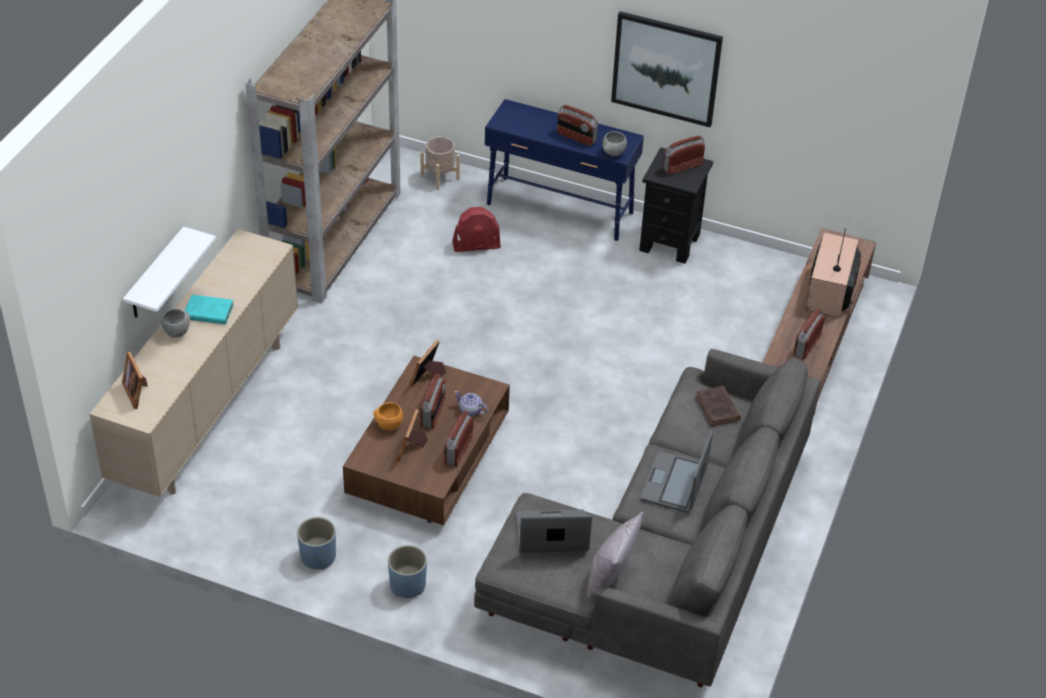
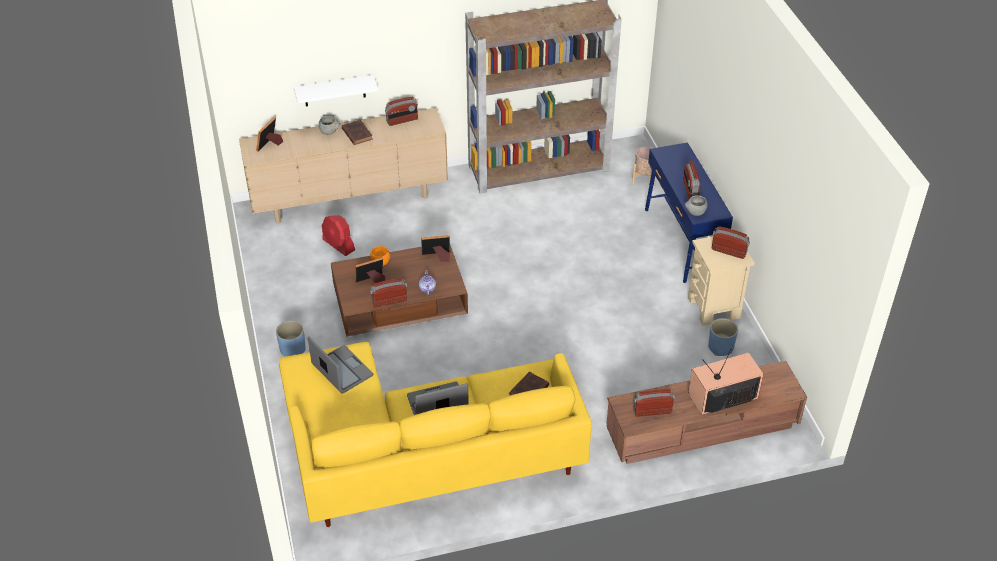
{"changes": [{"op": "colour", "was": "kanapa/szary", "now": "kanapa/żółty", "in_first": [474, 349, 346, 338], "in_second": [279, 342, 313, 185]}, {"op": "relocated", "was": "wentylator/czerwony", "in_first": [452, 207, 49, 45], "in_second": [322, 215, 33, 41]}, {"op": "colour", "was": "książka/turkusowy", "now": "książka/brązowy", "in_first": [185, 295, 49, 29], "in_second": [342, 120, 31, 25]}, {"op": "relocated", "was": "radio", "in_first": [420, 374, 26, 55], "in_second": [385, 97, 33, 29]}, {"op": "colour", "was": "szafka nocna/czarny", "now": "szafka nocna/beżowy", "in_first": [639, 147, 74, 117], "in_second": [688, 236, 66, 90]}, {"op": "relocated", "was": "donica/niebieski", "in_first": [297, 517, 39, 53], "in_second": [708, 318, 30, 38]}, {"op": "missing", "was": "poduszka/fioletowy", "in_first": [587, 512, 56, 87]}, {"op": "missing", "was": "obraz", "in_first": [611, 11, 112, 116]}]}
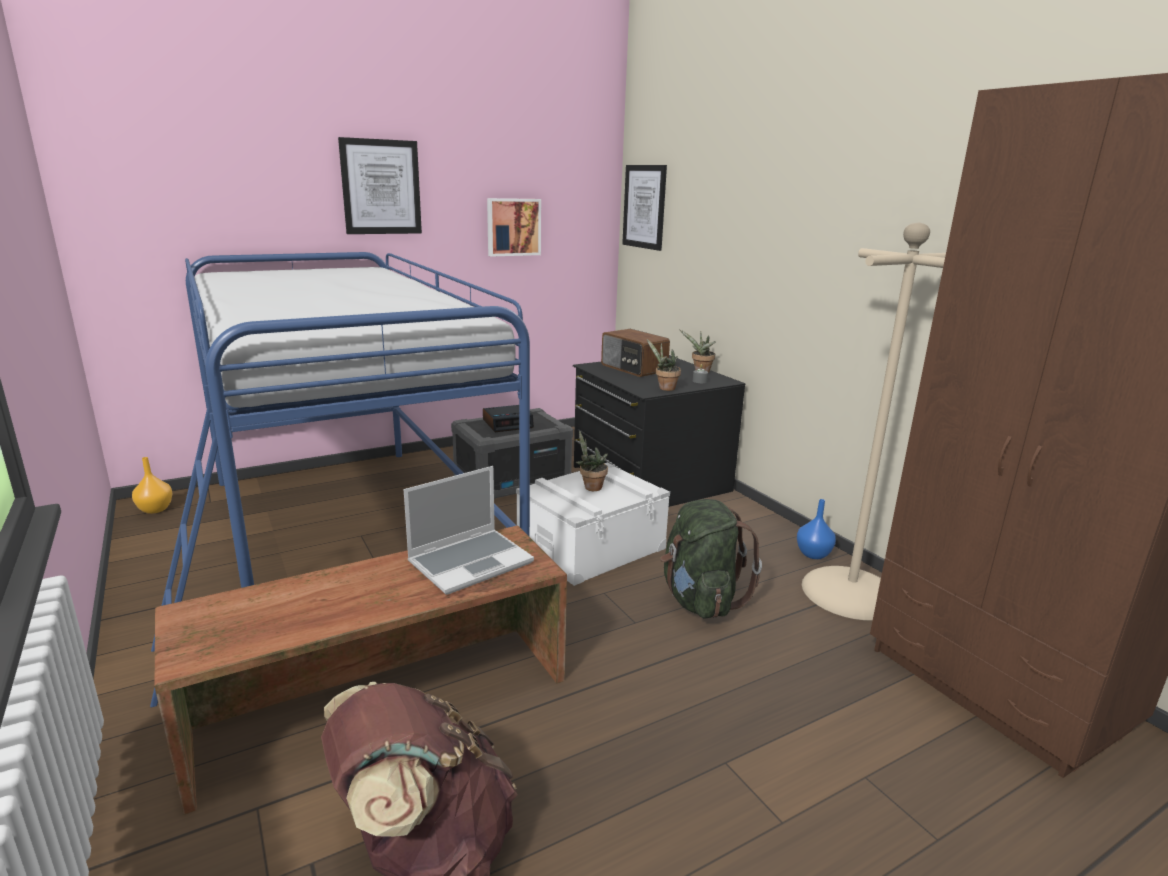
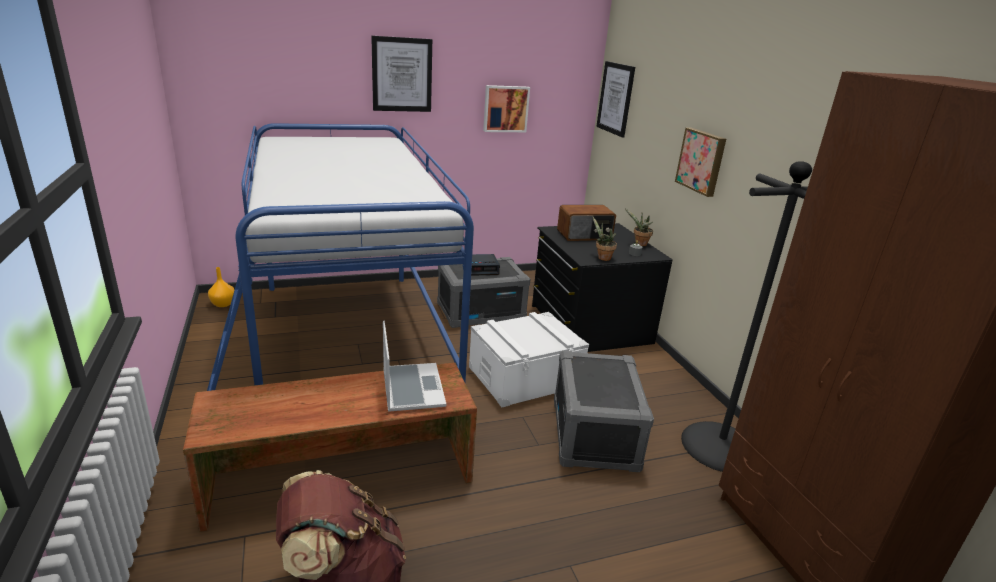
{"changes": [{"op": "spun", "was": "laptop", "in_first": [404, 466, 130, 129], "in_second": [383, 321, 63, 91], "clockwise": -75}, {"op": "exchanged", "was": "plecak/zielony", "now": "pojemnik do przechowywania/szary", "in_first": [660, 499, 102, 120], "in_second": [554, 350, 100, 122]}, {"op": "spun", "was": "radio", "in_first": [601, 329, 69, 48], "in_second": [557, 205, 59, 36], "clockwise": -75}, {"op": "appeared", "now": "obraz", "in_second": [675, 127, 51, 70]}, {"op": "colour", "was": "wieszak/beżowy", "now": "wieszak/czarny", "in_first": [802, 223, 144, 397], "in_second": [681, 161, 131, 311]}, {"op": "missing", "was": "roślina doniczkowa", "in_first": [576, 430, 32, 61]}, {"op": "missing", "was": "wazon/niebieski", "in_first": [797, 499, 39, 60]}]}
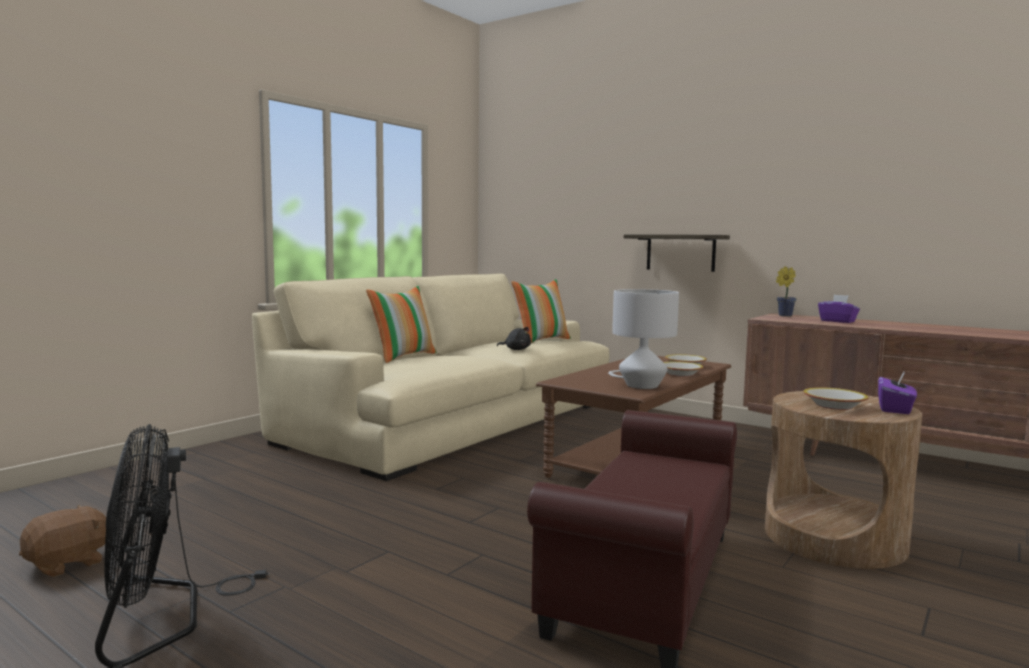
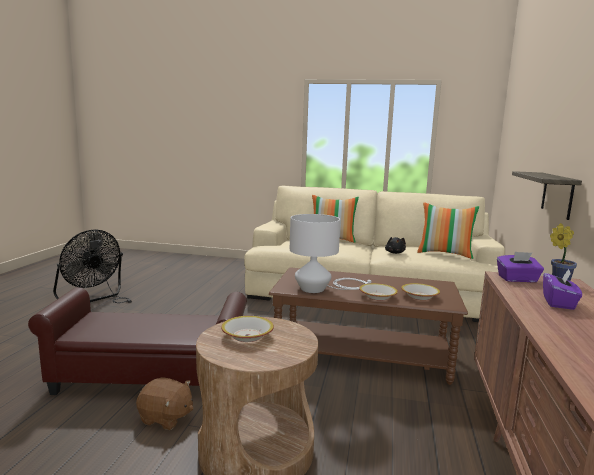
{"changes": [{"op": "relocated", "was": "pluszak/brązowy", "in_first": [19, 505, 87, 72], "in_second": [136, 377, 57, 53]}, {"op": "relocated", "was": "pudełko chusteczek/fioletowy", "in_first": [878, 370, 39, 44], "in_second": [497, 252, 47, 30]}]}
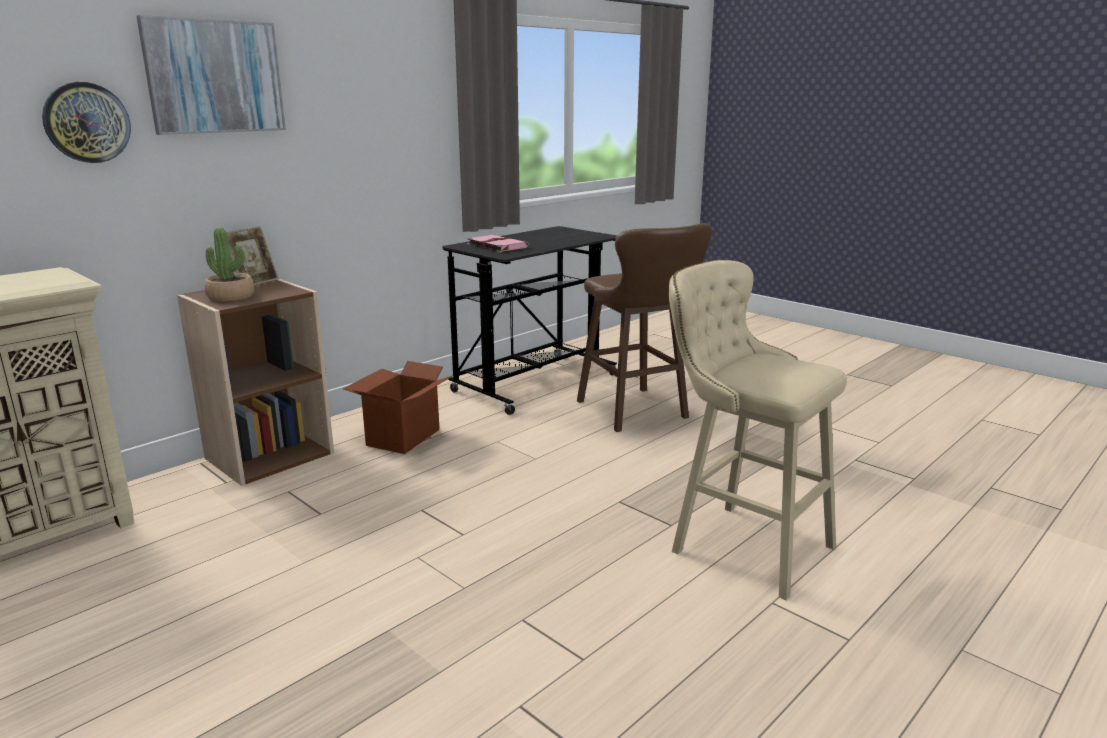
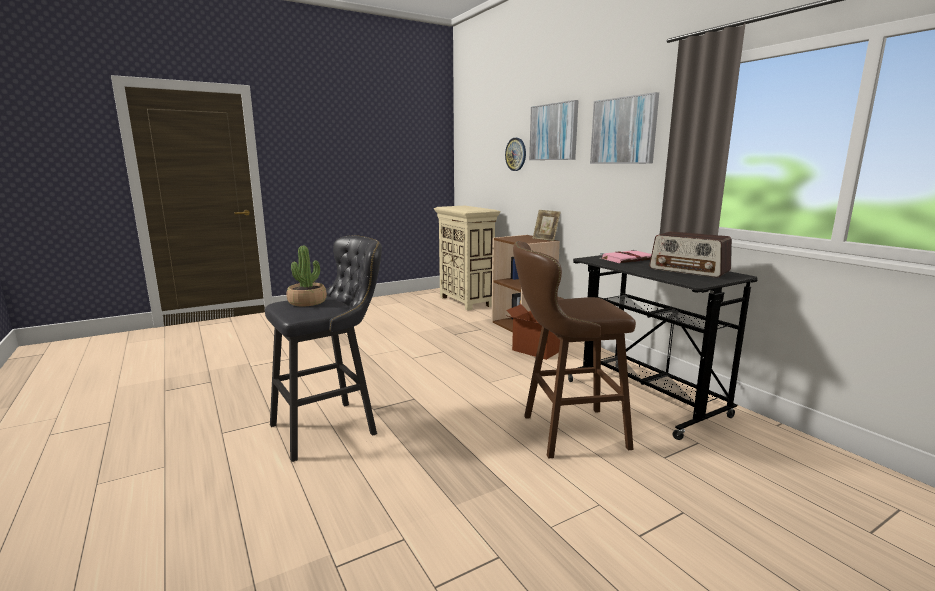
{"changes": [{"op": "colour", "was": "stołek/beżowy", "now": "stołek/czarny", "in_first": [669, 260, 178, 341], "in_second": [265, 235, 117, 227]}, {"op": "relocated", "was": "roślina doniczkowa", "in_first": [204, 228, 51, 74], "in_second": [287, 246, 40, 60]}, {"op": "appeared", "now": "obraz", "in_second": [590, 92, 69, 72]}, {"op": "appeared", "now": "radio", "in_second": [649, 231, 83, 47]}]}
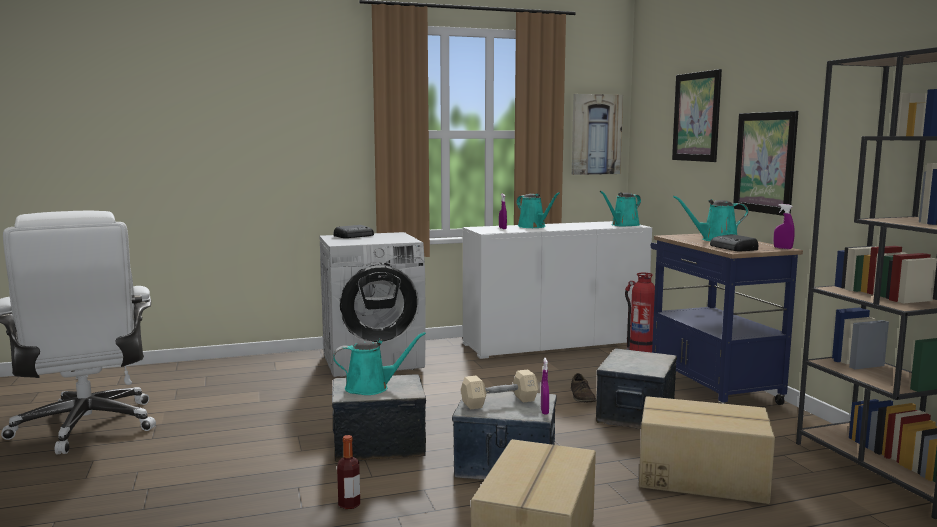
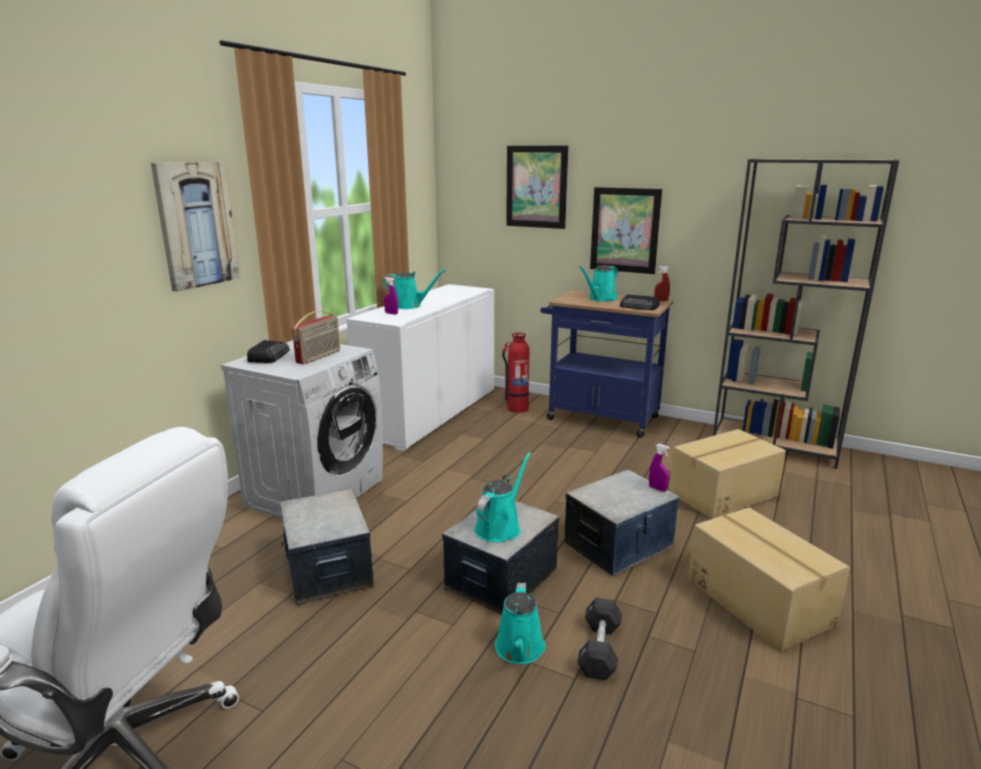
{"changes": [{"op": "relocated", "was": "obraz", "in_first": [572, 94, 51, 81], "in_second": [151, 162, 89, 130]}, {"op": "relocated", "was": "pojemnik do przechowywania", "in_first": [596, 348, 81, 81], "in_second": [280, 489, 94, 116]}, {"op": "appeared", "now": "radio", "in_second": [292, 311, 48, 53]}, {"op": "relocated", "was": "konewka/turkusowy", "in_first": [600, 191, 41, 36], "in_second": [495, 583, 51, 81]}, {"op": "exchanged", "was": "butelka", "now": "hantel/czarny", "in_first": [337, 435, 23, 74], "in_second": [577, 598, 45, 82]}, {"op": "colour", "was": "spryskiwacz/fioletowy", "now": "spryskiwacz/czerwony", "in_first": [774, 204, 21, 45], "in_second": [654, 266, 16, 35]}, {"op": "missing", "was": "hantel/beżowy", "in_first": [461, 369, 78, 41]}, {"op": "missing", "was": "but/brązowy", "in_first": [571, 373, 25, 29]}]}
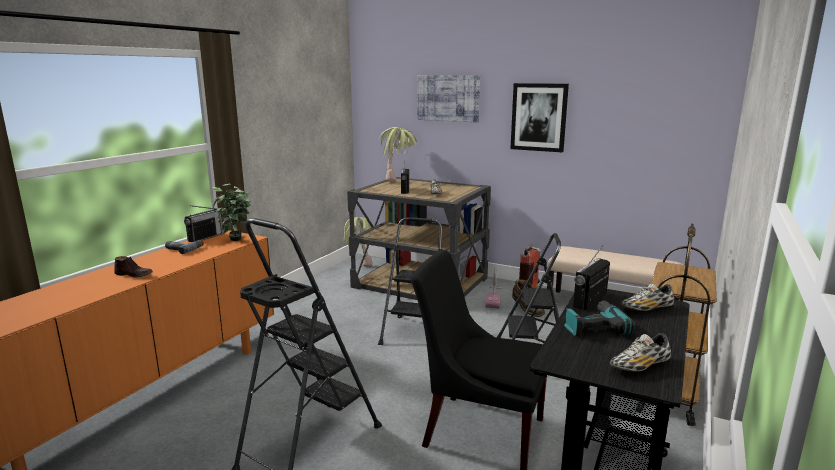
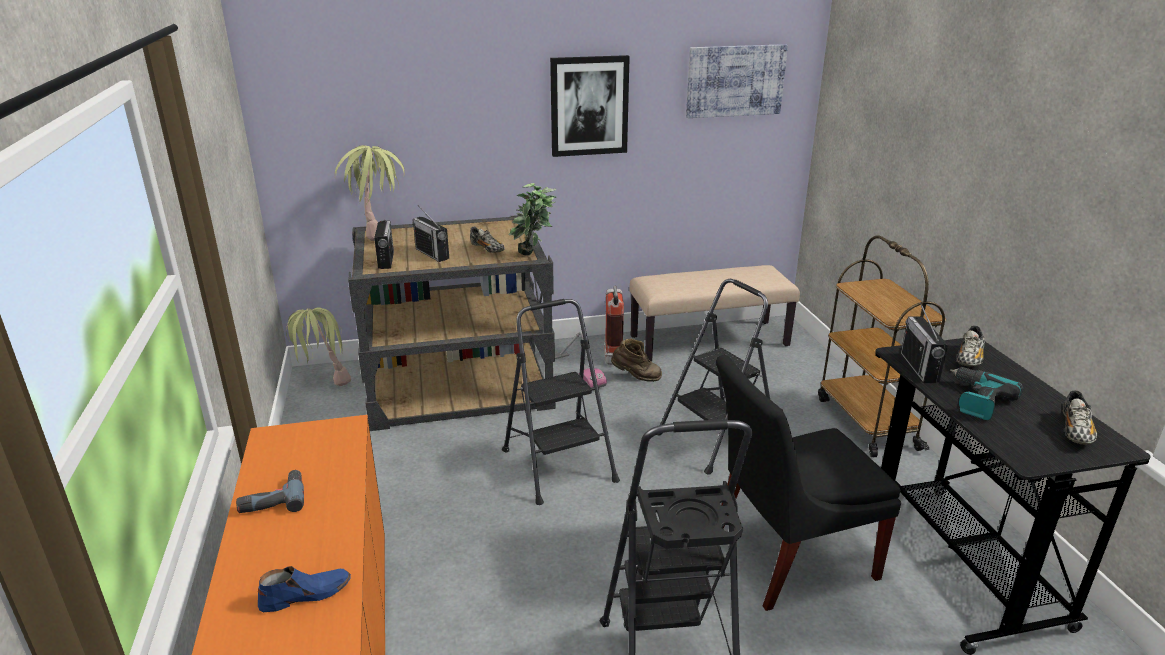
{"changes": [{"op": "colour", "was": "but/brązowy", "now": "but/niebieski", "in_first": [114, 256, 39, 22], "in_second": [258, 566, 93, 46]}, {"op": "relocated", "was": "radio", "in_first": [184, 205, 40, 37], "in_second": [374, 220, 20, 49]}, {"op": "relocated", "was": "roślina doniczkowa", "in_first": [212, 184, 39, 57], "in_second": [509, 183, 48, 73]}, {"op": "relocated", "was": "obraz", "in_first": [417, 75, 63, 47], "in_second": [686, 44, 102, 74]}]}
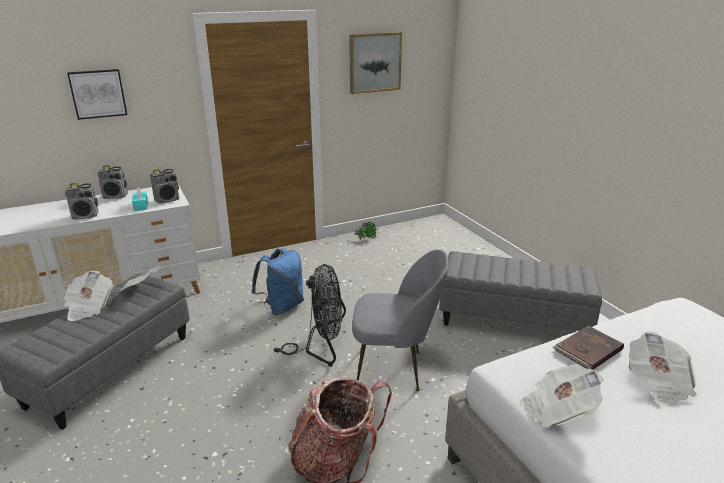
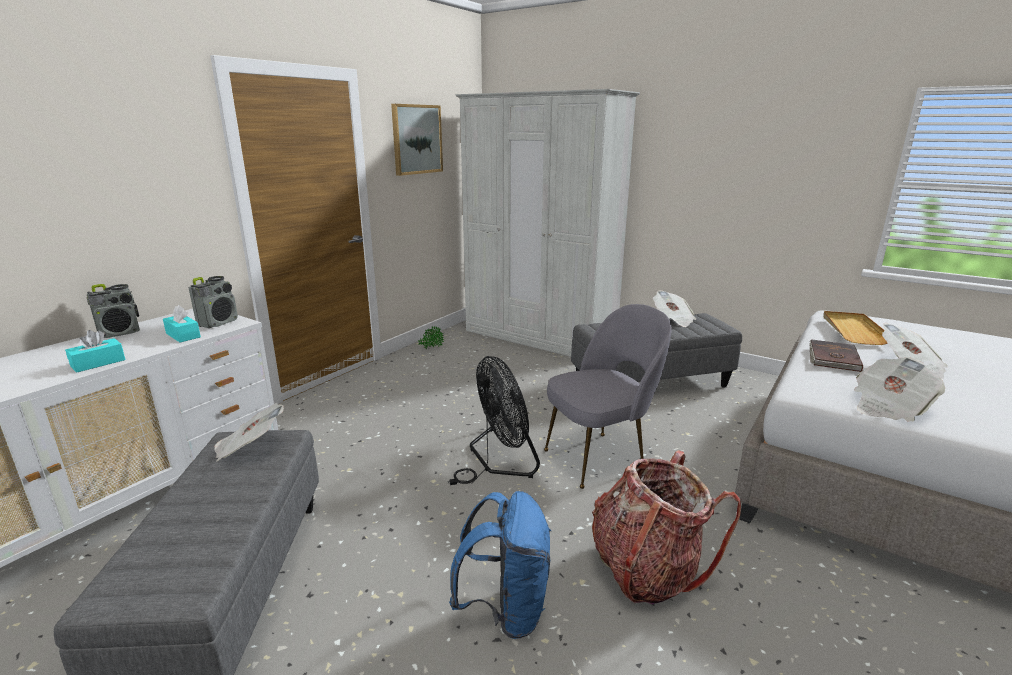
{"changes": [{"op": "exchanged", "was": "radio", "now": "pudełko chusteczek/turkusowy", "in_first": [65, 183, 34, 37], "in_second": [65, 330, 61, 43]}, {"op": "relocated", "was": "plecak/niebieski", "in_first": [251, 248, 53, 67], "in_second": [449, 491, 102, 148]}, {"op": "appeared", "now": "szafa/biały", "in_second": [455, 89, 185, 268]}, {"op": "relocated", "was": "gazeta", "in_first": [63, 271, 50, 50], "in_second": [653, 290, 43, 37]}, {"op": "appeared", "now": "taca/beżowy", "in_second": [823, 311, 65, 34]}, {"op": "missing", "was": "obraz", "in_first": [67, 69, 60, 51]}]}
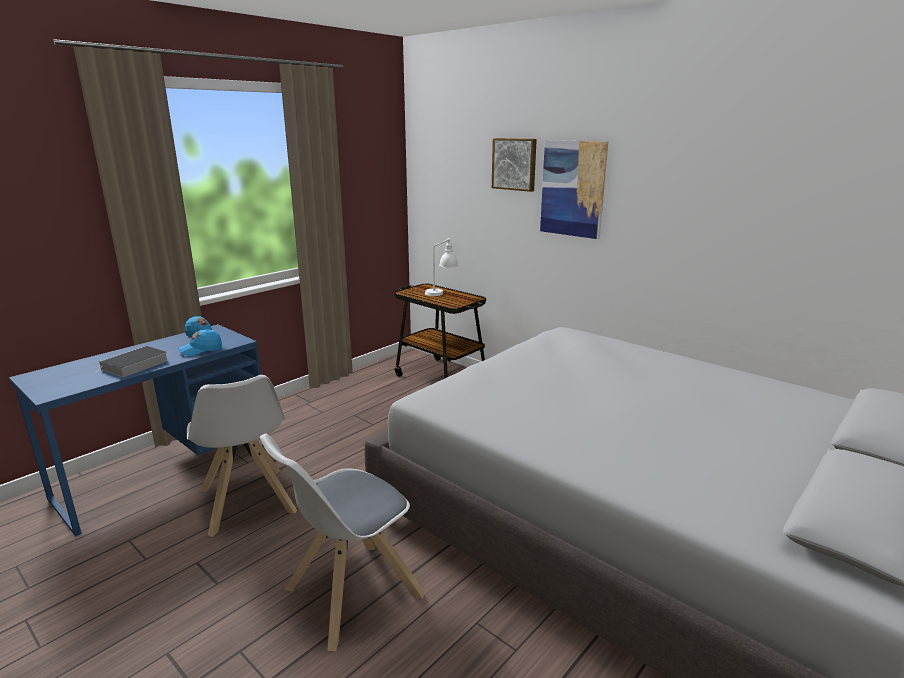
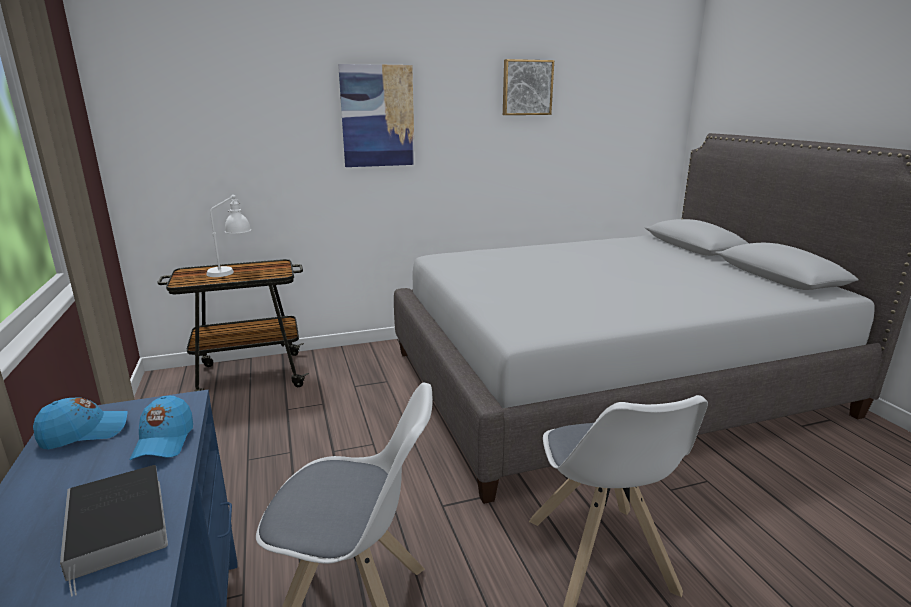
{"changes": [{"op": "relocated", "was": "obraz", "in_first": [492, 138, 45, 54], "in_second": [503, 59, 51, 56]}]}
